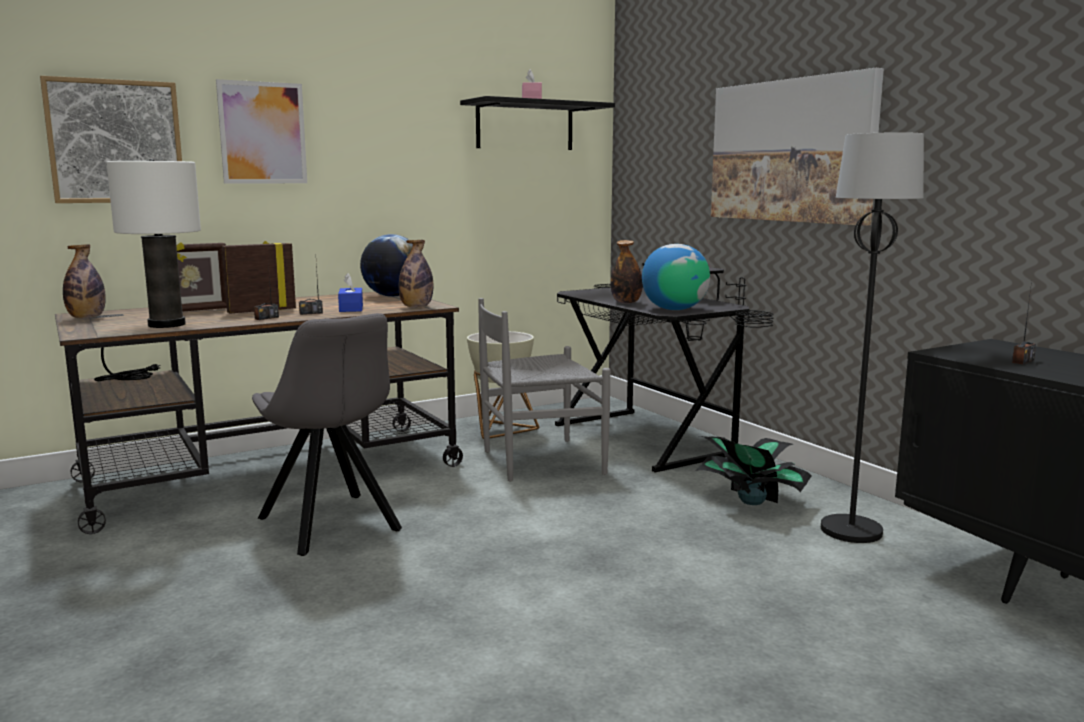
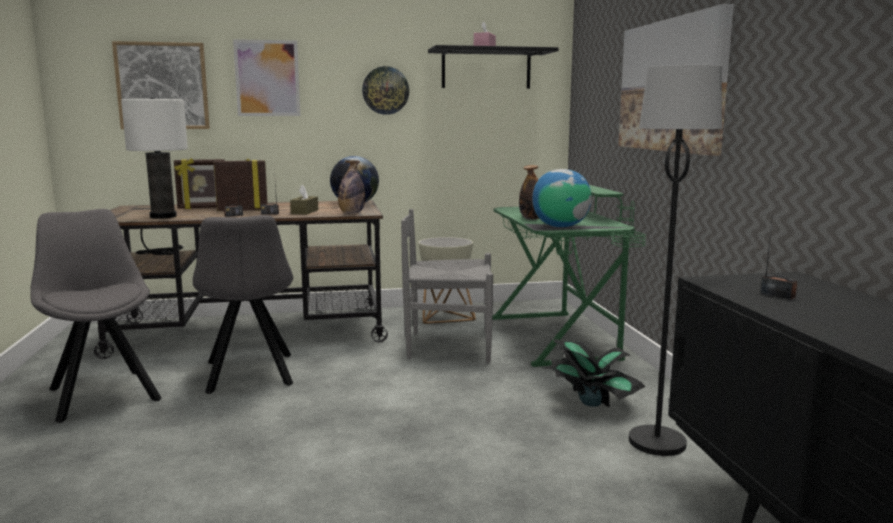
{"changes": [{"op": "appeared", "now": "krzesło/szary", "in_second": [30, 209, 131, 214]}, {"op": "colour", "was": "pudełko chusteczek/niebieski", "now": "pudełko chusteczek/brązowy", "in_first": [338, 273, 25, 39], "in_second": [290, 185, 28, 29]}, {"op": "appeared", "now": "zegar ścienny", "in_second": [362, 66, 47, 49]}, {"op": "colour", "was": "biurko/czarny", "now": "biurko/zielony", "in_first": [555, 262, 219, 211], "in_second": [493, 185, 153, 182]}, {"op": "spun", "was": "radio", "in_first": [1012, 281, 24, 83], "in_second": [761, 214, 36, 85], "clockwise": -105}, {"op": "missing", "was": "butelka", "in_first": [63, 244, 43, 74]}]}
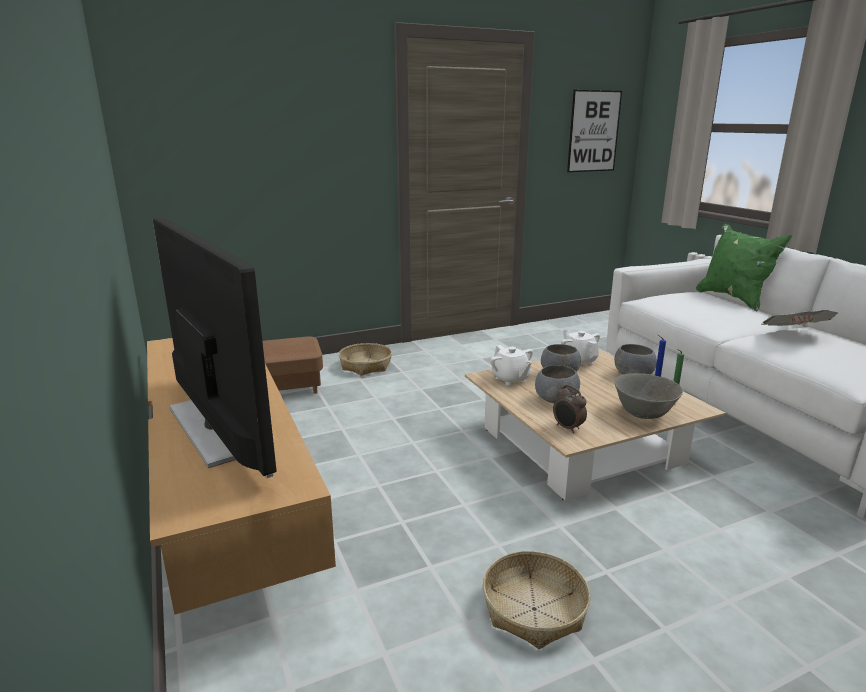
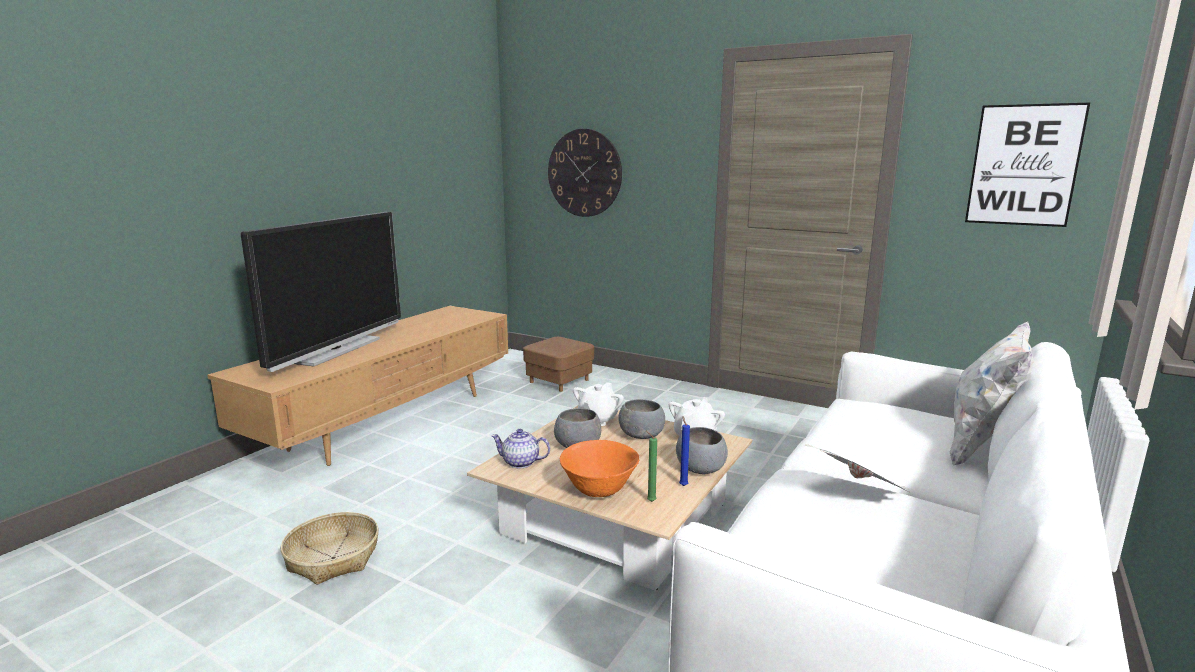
{"changes": [{"op": "exchanged", "was": "budzik", "now": "imbryk", "in_first": [553, 385, 34, 48], "in_second": [491, 429, 59, 39]}, {"op": "appeared", "now": "zegar ścienny", "in_second": [548, 129, 74, 88]}, {"op": "colour", "was": "miska/szary", "now": "miska/pomarańczowy", "in_first": [614, 373, 69, 46], "in_second": [560, 440, 79, 57]}, {"op": "colour", "was": "poduszka/zielony", "now": "poduszka/biały", "in_first": [696, 223, 96, 88], "in_second": [950, 322, 84, 144]}, {"op": "missing", "was": "koszyk", "in_first": [339, 343, 53, 33]}]}
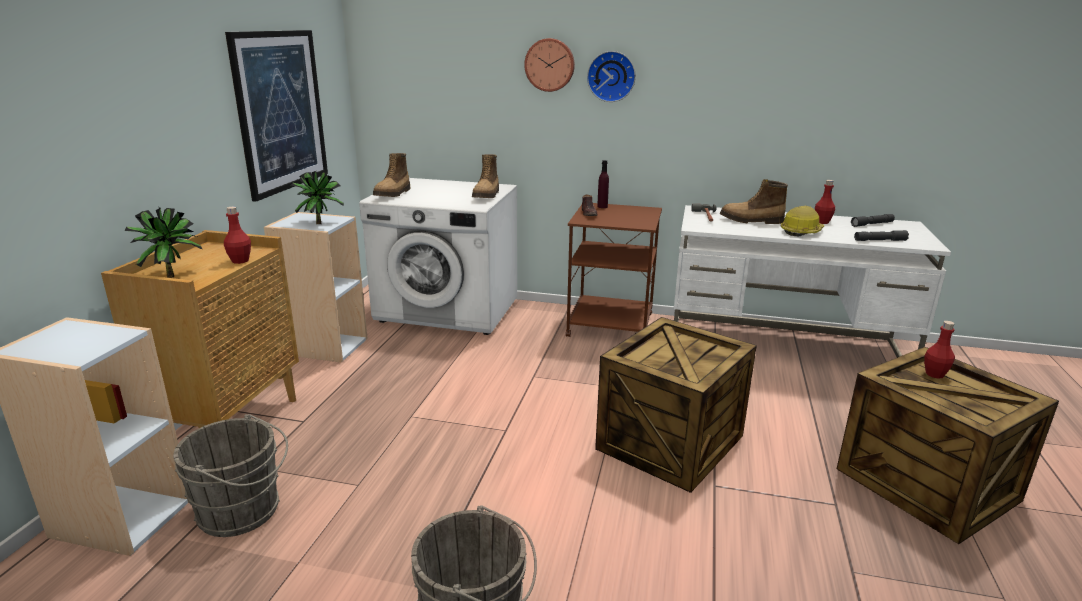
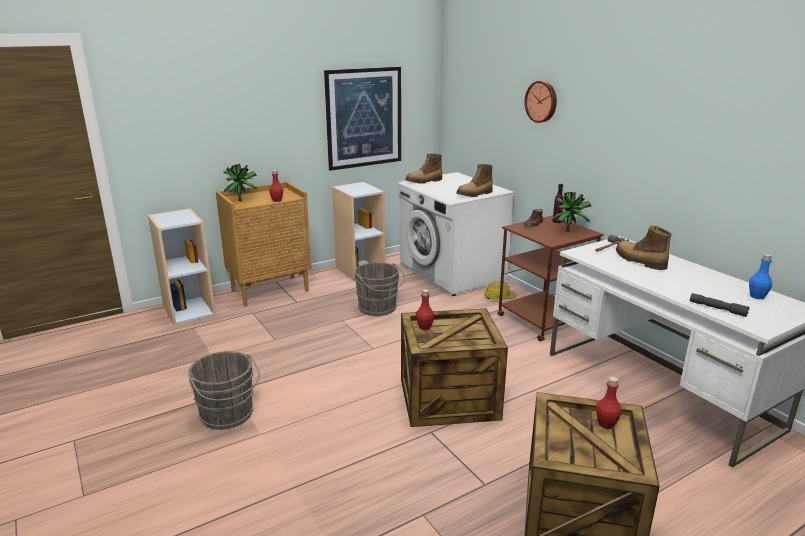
{"changes": [{"op": "relocated", "was": "wiadro/szary", "in_first": [173, 414, 115, 123], "in_second": [354, 262, 51, 54]}, {"op": "relocated", "was": "butelka/czerwony", "in_first": [815, 180, 20, 44], "in_second": [416, 289, 18, 41]}, {"op": "relocated", "was": "kask", "in_first": [781, 206, 44, 30], "in_second": [484, 281, 33, 19]}, {"op": "relocated", "was": "roślina doniczkowa", "in_first": [291, 171, 53, 53], "in_second": [552, 192, 40, 40]}, {"op": "exchanged", "was": "latarka/szary", "now": "butelka/niebieski", "in_first": [851, 214, 44, 13], "in_second": [749, 254, 23, 45]}, {"op": "missing", "was": "zegar ścienny", "in_first": [587, 51, 49, 51]}]}
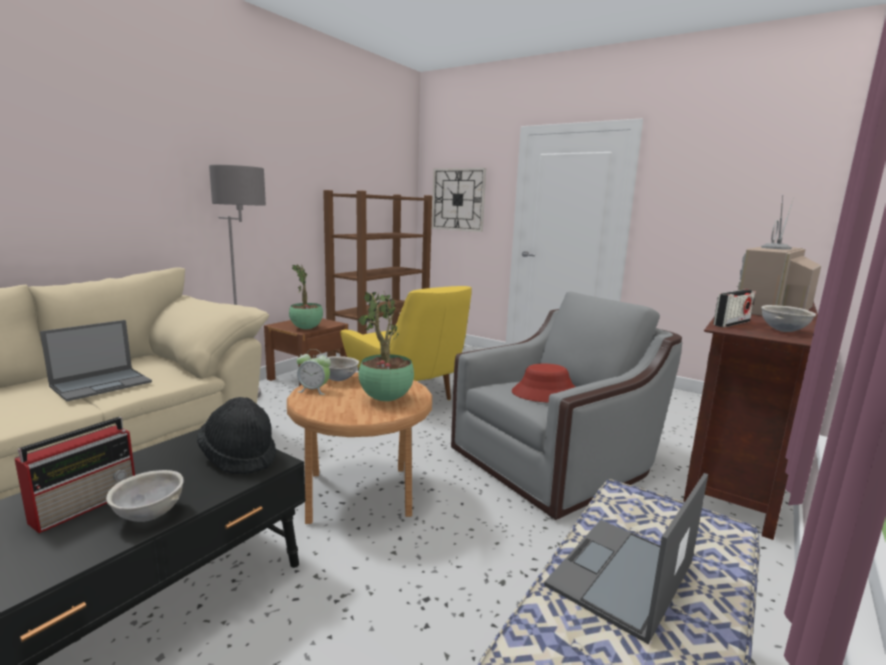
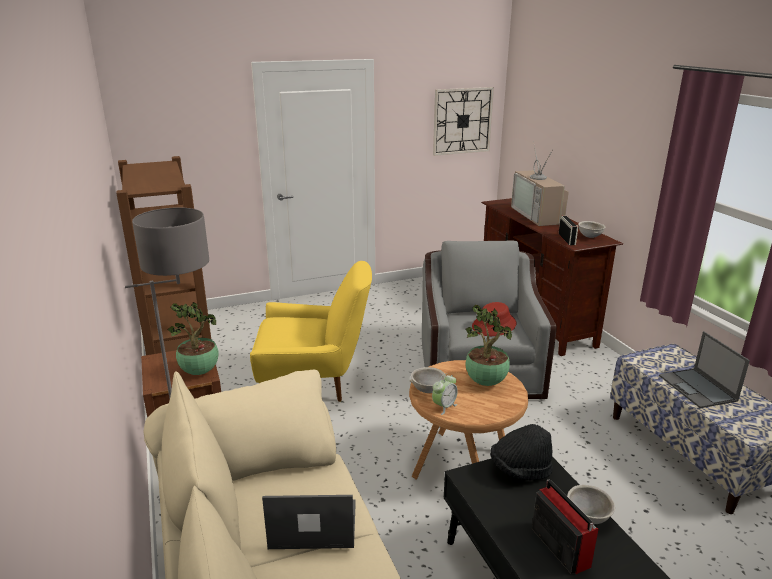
{"changes": [{"op": "spun", "was": "laptop", "in_first": [40, 320, 112, 82], "in_second": [262, 495, 94, 54], "clockwise": -75}, {"op": "relocated", "was": "zegar ścienny", "in_first": [432, 168, 54, 64], "in_second": [433, 87, 61, 69]}]}
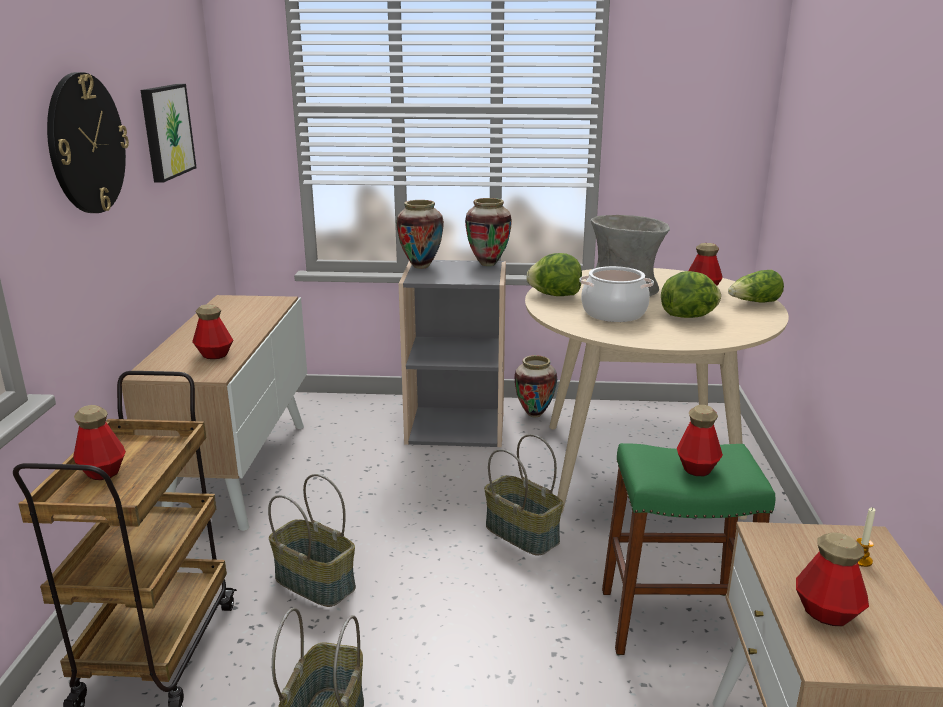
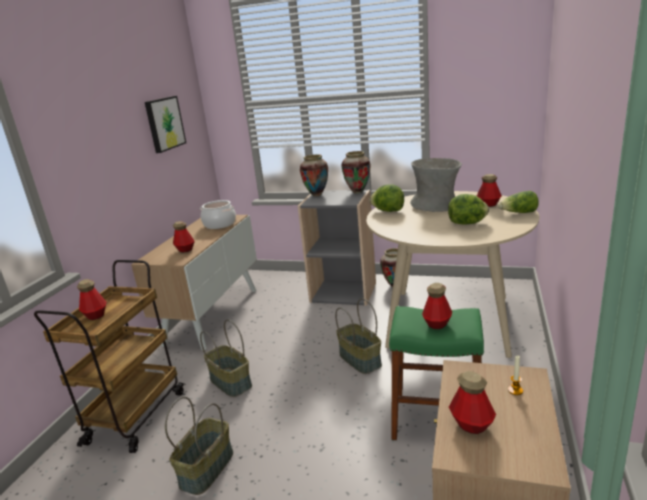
{"changes": [{"op": "relocated", "was": "garnek", "in_first": [579, 266, 75, 56], "in_second": [200, 200, 36, 29]}, {"op": "missing", "was": "zegar ścienny", "in_first": [47, 72, 82, 141]}]}
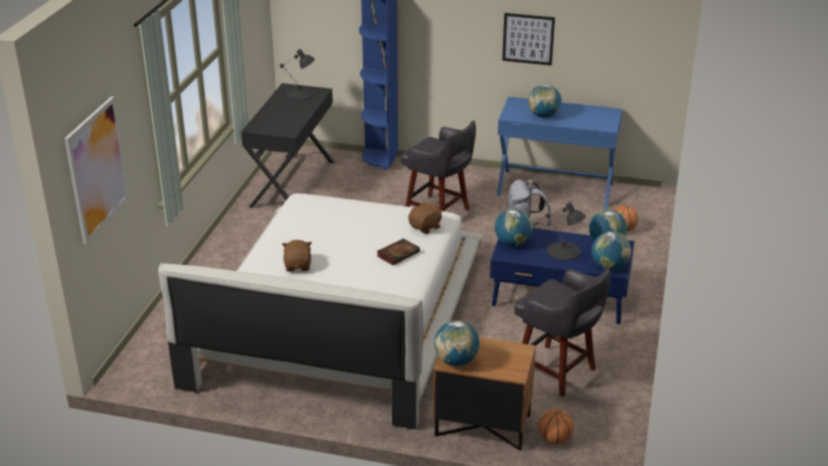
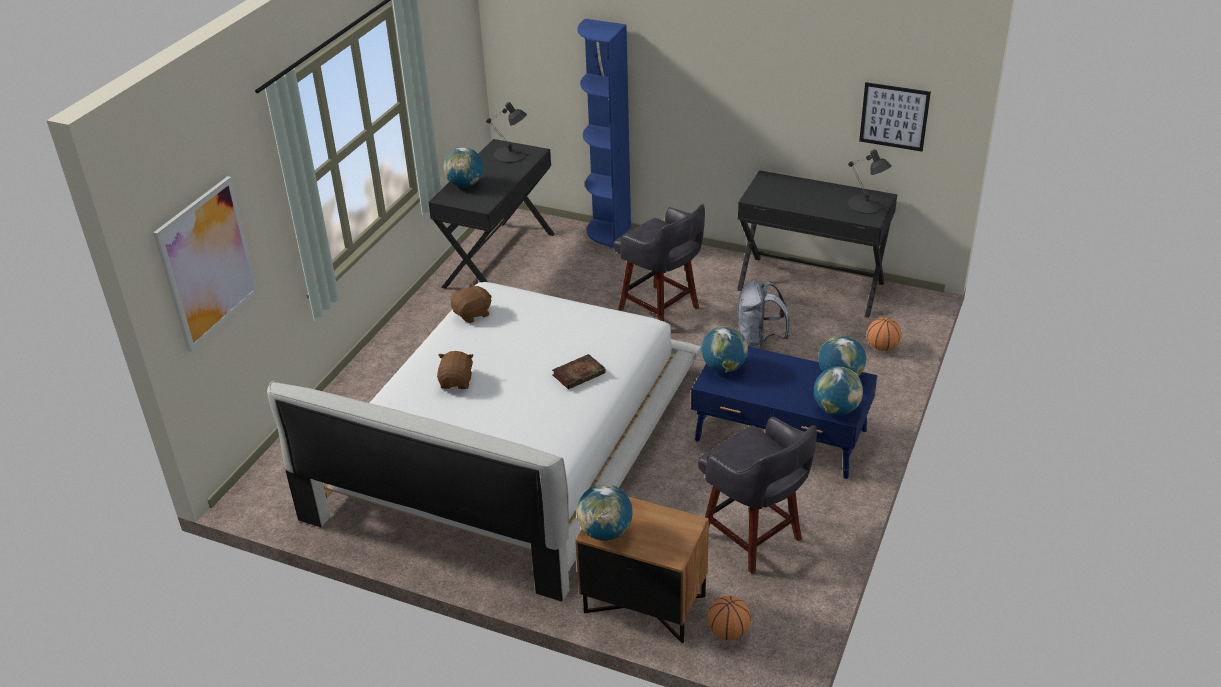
{"changes": [{"op": "relocated", "was": "globus", "in_first": [528, 84, 33, 34], "in_second": [443, 147, 40, 40]}, {"op": "relocated", "was": "pluszak/brązowy", "in_first": [408, 201, 34, 33], "in_second": [451, 283, 41, 40]}, {"op": "colour", "was": "biurko/niebieski", "now": "biurko/czarny", "in_first": [497, 97, 125, 112], "in_second": [737, 170, 161, 148]}, {"op": "relocated", "was": "lampa stołowa/czarny", "in_first": [545, 202, 41, 58], "in_second": [848, 149, 44, 65]}, {"op": "relocated", "was": "obraz", "in_first": [502, 13, 53, 53], "in_second": [859, 82, 72, 70]}]}
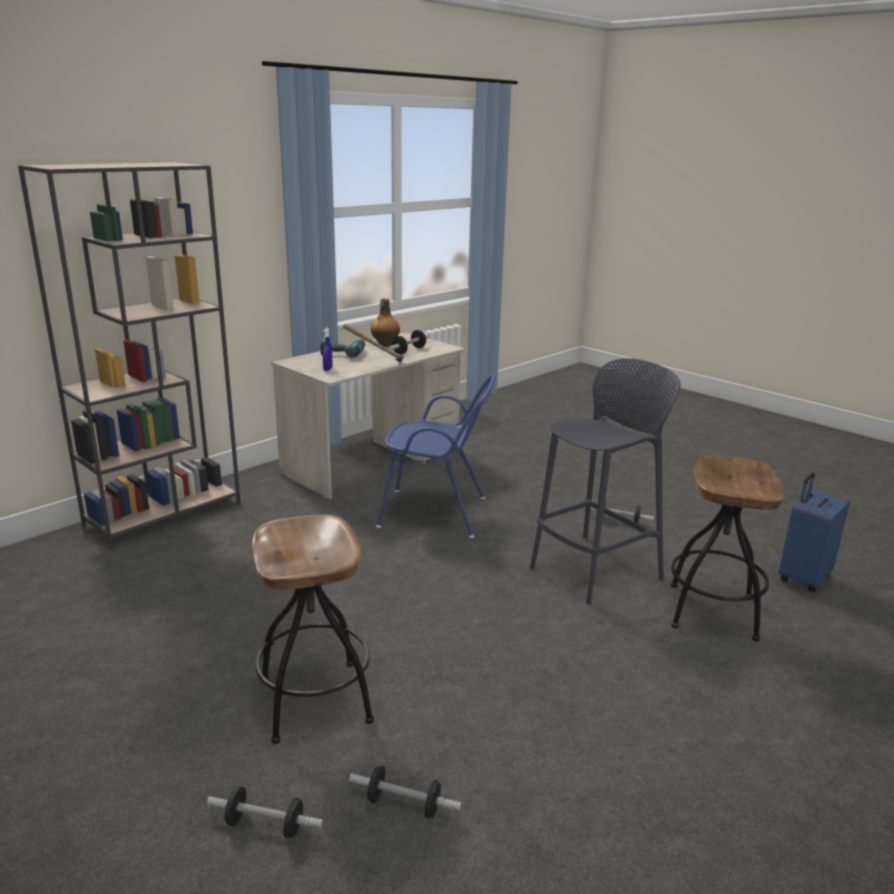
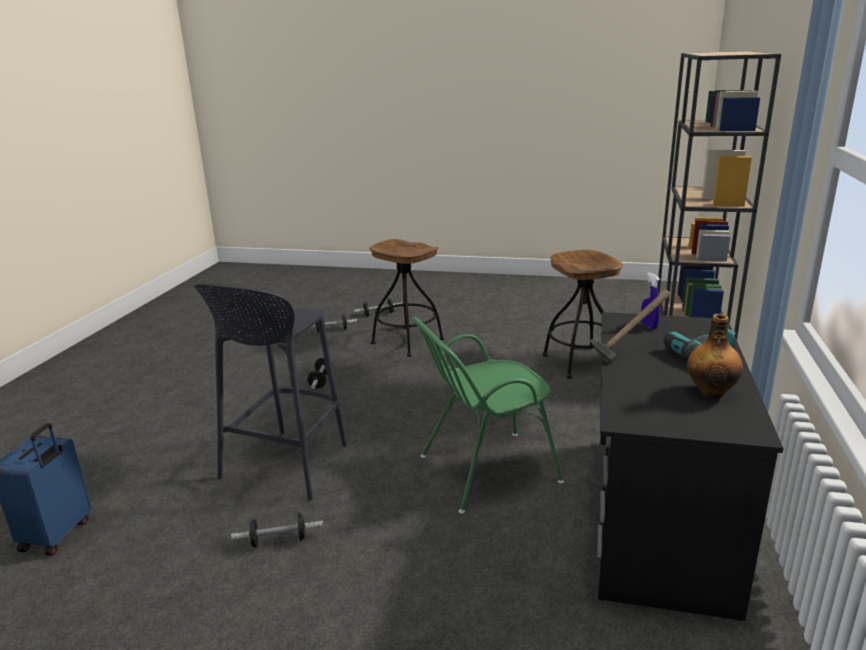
{"changes": [{"op": "relocated", "was": "hantel", "in_first": [388, 330, 41, 24], "in_second": [307, 358, 26, 31]}, {"op": "colour", "was": "krzesło/niebieski", "now": "krzesło/zielony", "in_first": [376, 374, 120, 164], "in_second": [412, 317, 152, 197]}, {"op": "relocated", "was": "stołek/brązowy", "in_first": [671, 456, 113, 185], "in_second": [543, 250, 80, 129]}, {"op": "colour", "was": "biurko/beżowy", "now": "biurko/czarny", "in_first": [271, 332, 194, 168], "in_second": [597, 312, 186, 309]}]}
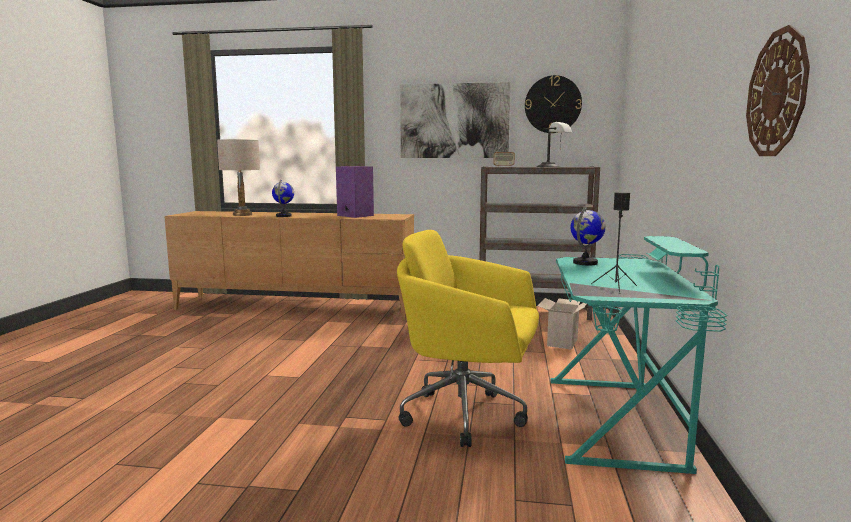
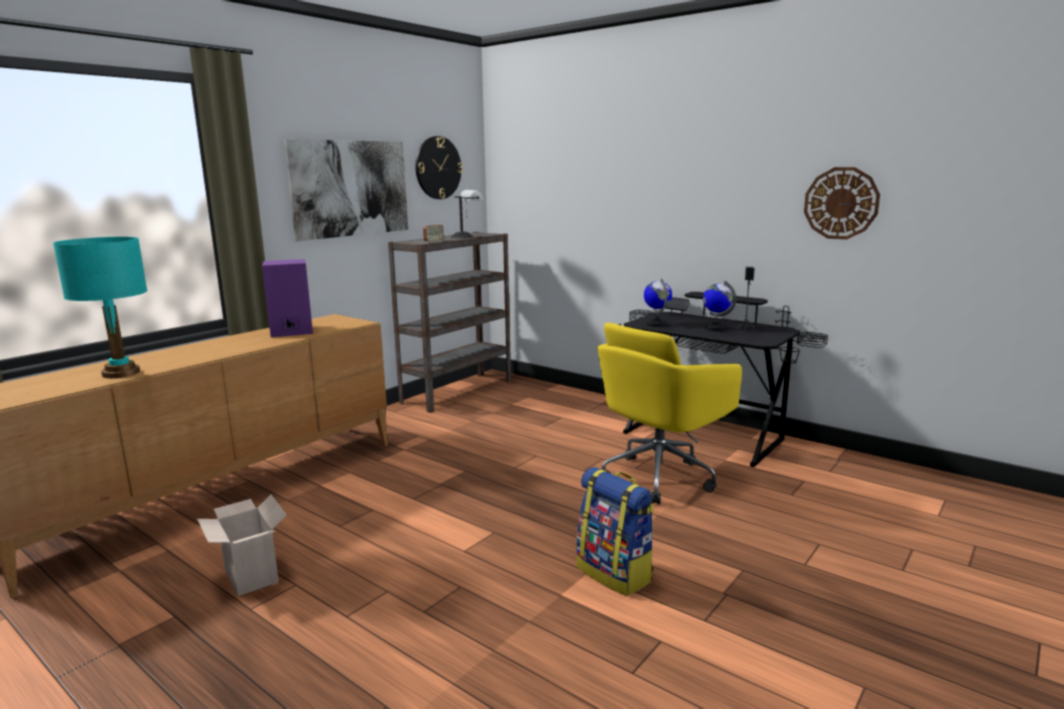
{"changes": [{"op": "colour", "was": "lampa stołowa/beżowy", "now": "lampa stołowa/turkusowy", "in_first": [217, 139, 43, 77], "in_second": [53, 237, 94, 141]}, {"op": "relocated", "was": "karton", "in_first": [538, 298, 48, 52], "in_second": [197, 495, 90, 101]}, {"op": "appeared", "now": "plecak", "in_second": [576, 467, 78, 129]}, {"op": "colour", "was": "biurko/turkusowy", "now": "biurko/czarny", "in_first": [551, 236, 177, 238], "in_second": [618, 292, 210, 175]}, {"op": "relocated", "was": "globus", "in_first": [272, 179, 22, 38], "in_second": [703, 281, 33, 50]}]}
